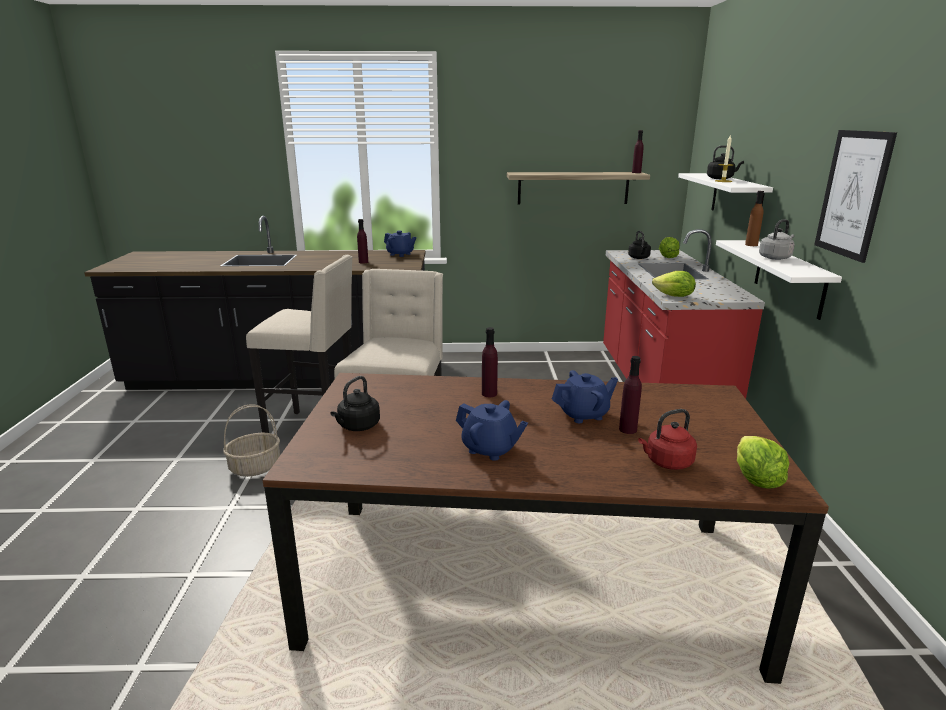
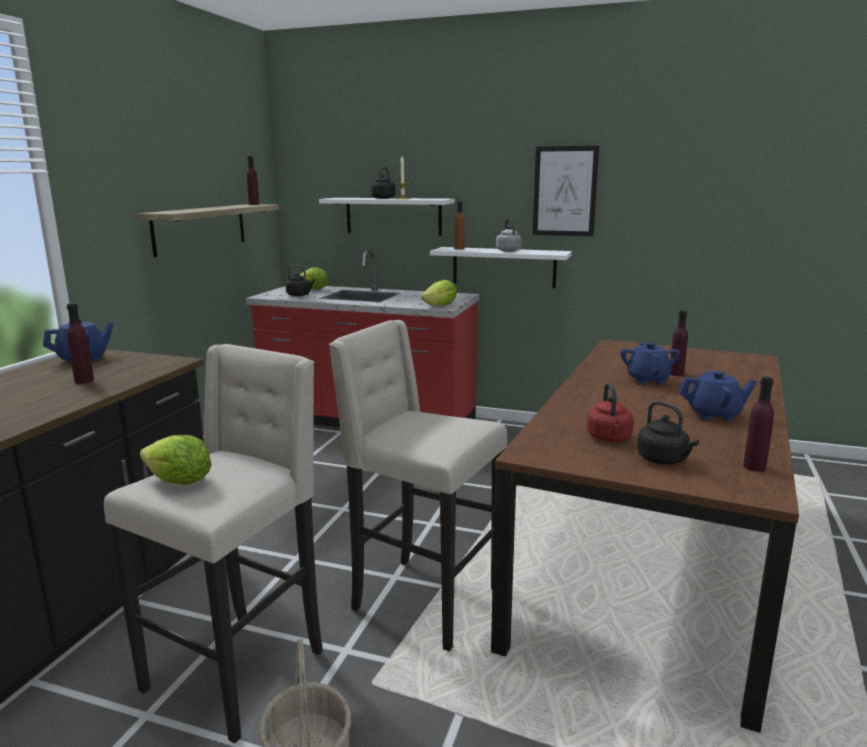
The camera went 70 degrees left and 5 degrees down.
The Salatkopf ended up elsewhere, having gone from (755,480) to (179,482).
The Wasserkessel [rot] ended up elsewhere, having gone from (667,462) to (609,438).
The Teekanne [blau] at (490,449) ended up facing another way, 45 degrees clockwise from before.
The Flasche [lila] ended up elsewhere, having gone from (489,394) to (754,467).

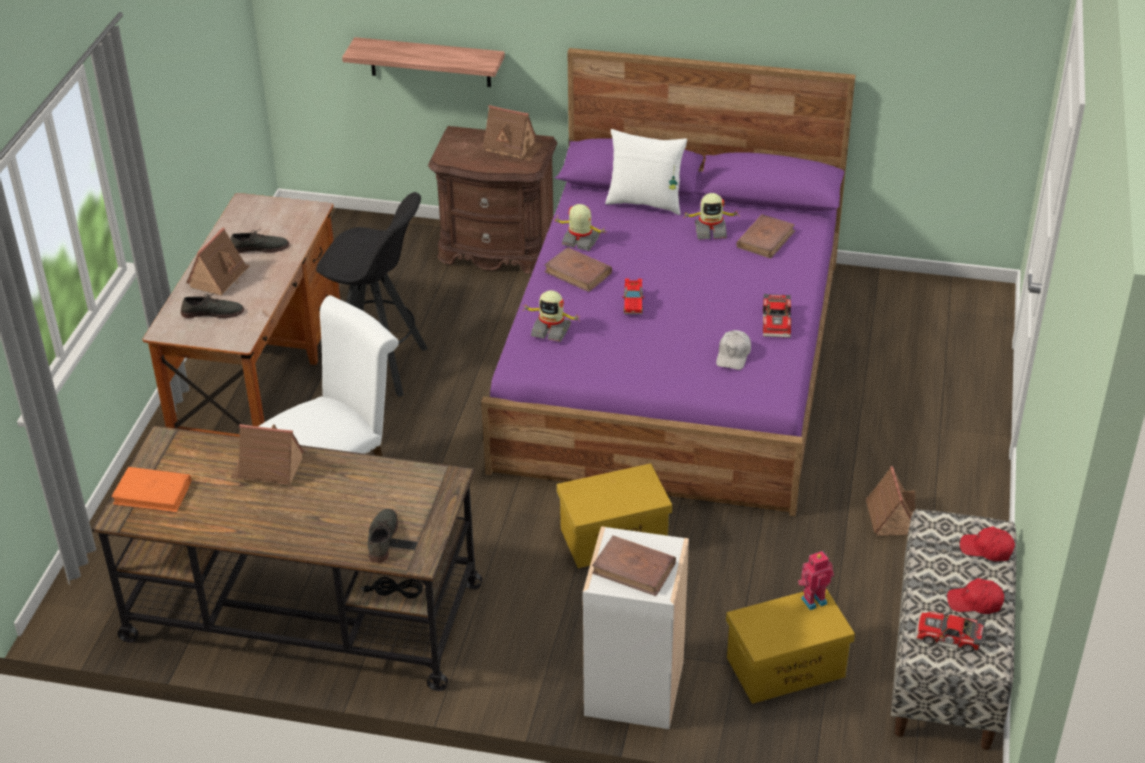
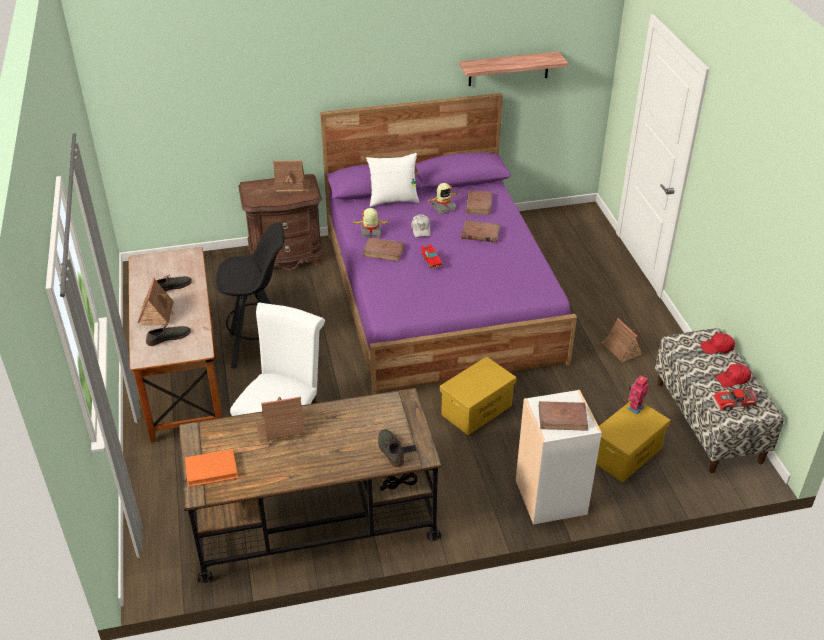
The camera went 25 degrees left and 0 degrees up.
The Kappe [weiß] ended up elsewhere, having gone from (733,355) to (421,229).
The Wandregal ended up elsewhere, having gone from (430,62) to (508,69).
The second view gained the Buch [braun] at (480,233).
The second view lost the Spielzeugroboter at (551,330).
The second view lost the Spielzeugauto at (778,322).

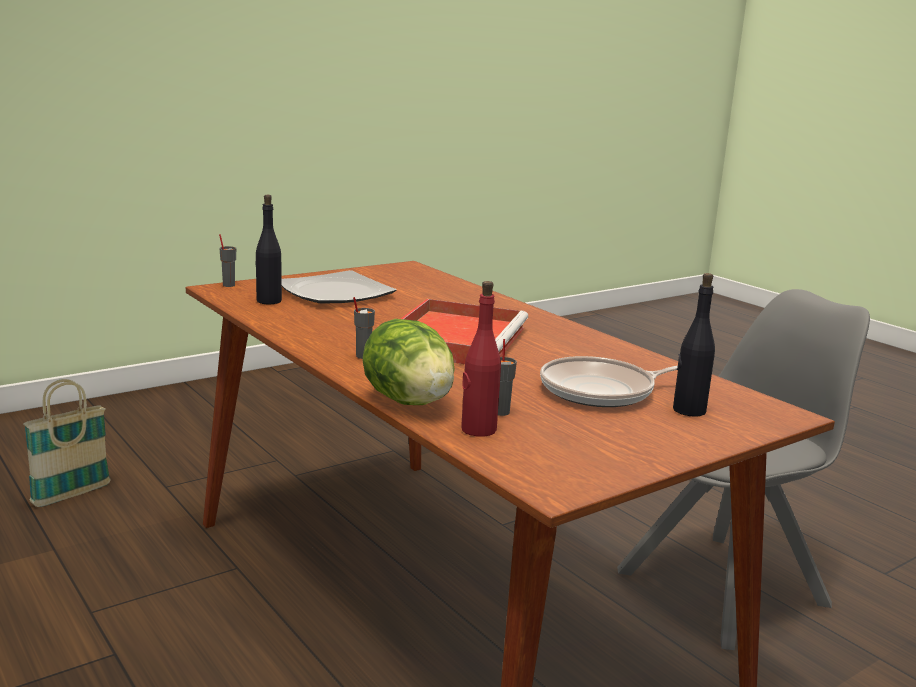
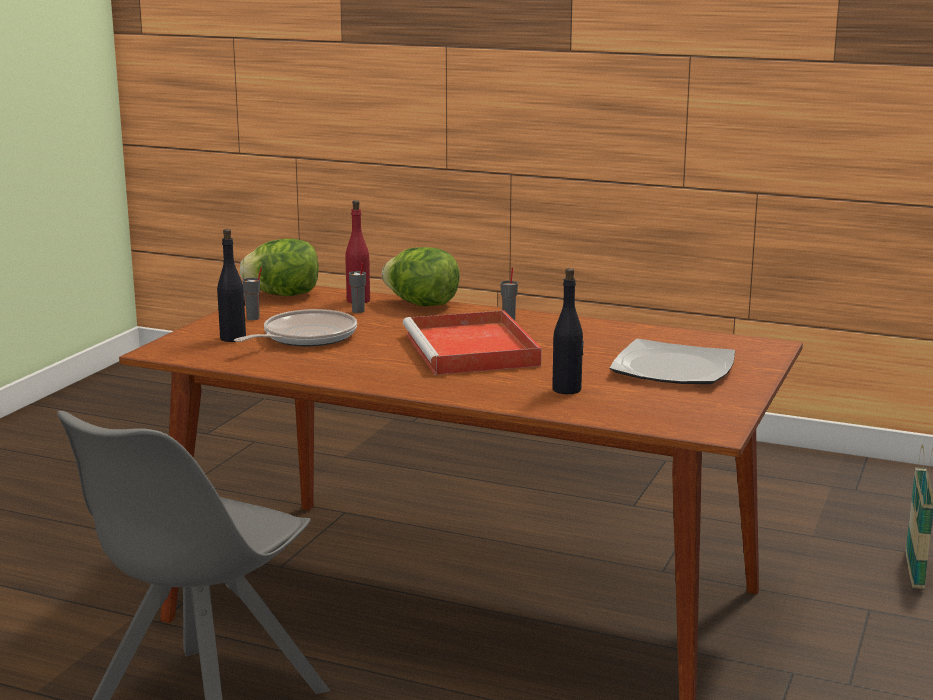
The camera went 150 degrees right and 0 degrees up.
The second view gained the Salatkopf at (283,295).
The Tasse [grau] ended up elsewhere, having gone from (228,285) to (253,318).
The Flasche [schwarz] ended up elsewhere, having gone from (268,301) to (567,389).

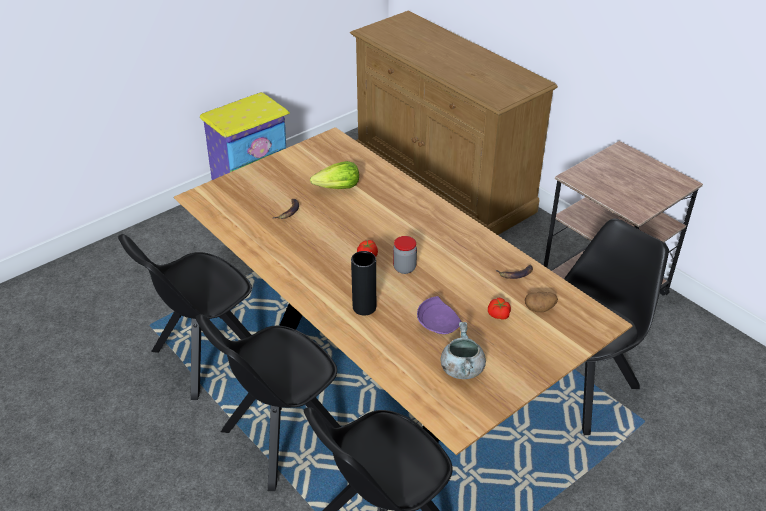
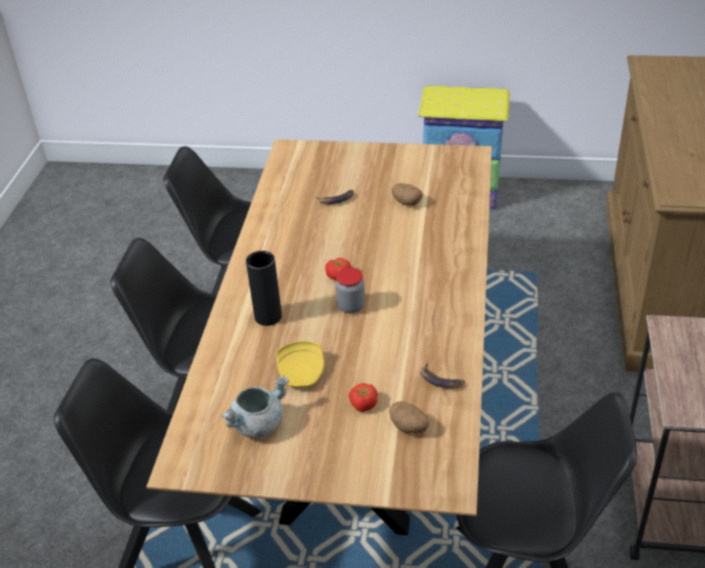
The camera went 50 degrees right and 0 degrees up.
What was the Teller [lila] at (438,323) turned into the Teller [gelb] at (302,373).
Where the Salatkopf stood at (338,188), the Kartoffel came to stand at (406,202).

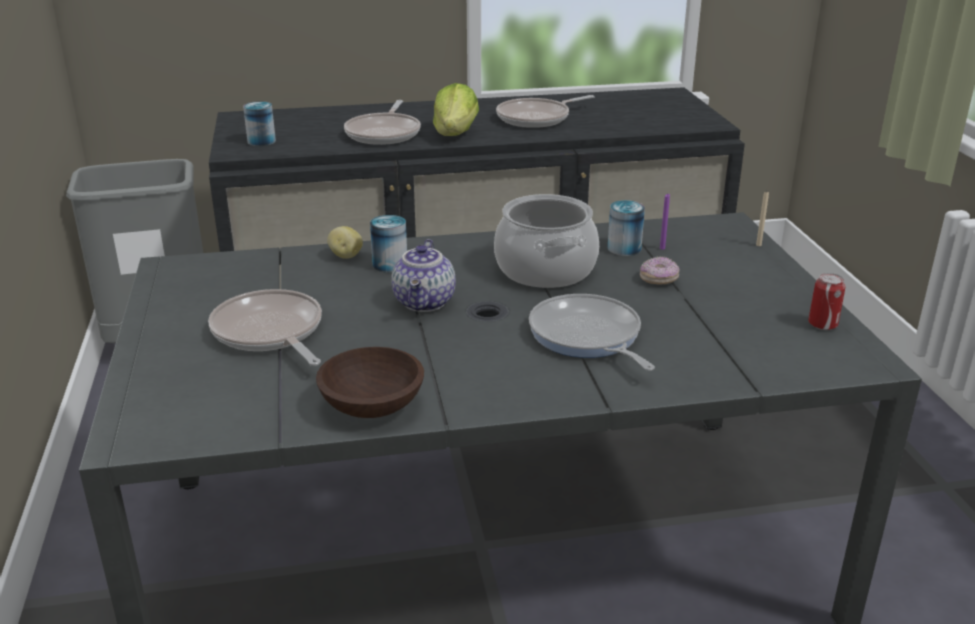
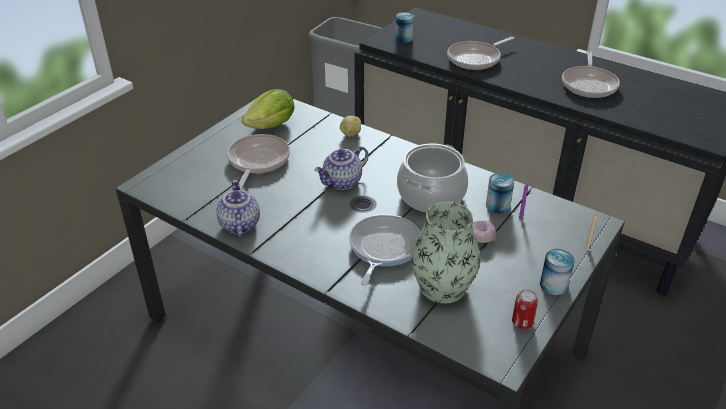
The camera went 45 degrees right and 10 degrees up.
Where the Schüssel [braun] stood at (372,406), the Teekanne came to stand at (238,224).
The Salatkopf ended up elsewhere, having gone from (455,133) to (272,125).
The second view gained the Vase at (442,287).
The Dose ended up elsewhere, having gone from (390,264) to (553,285).
The Pfanne at (537,118) ended up facing another way, 90 degrees counterclockwise from before.

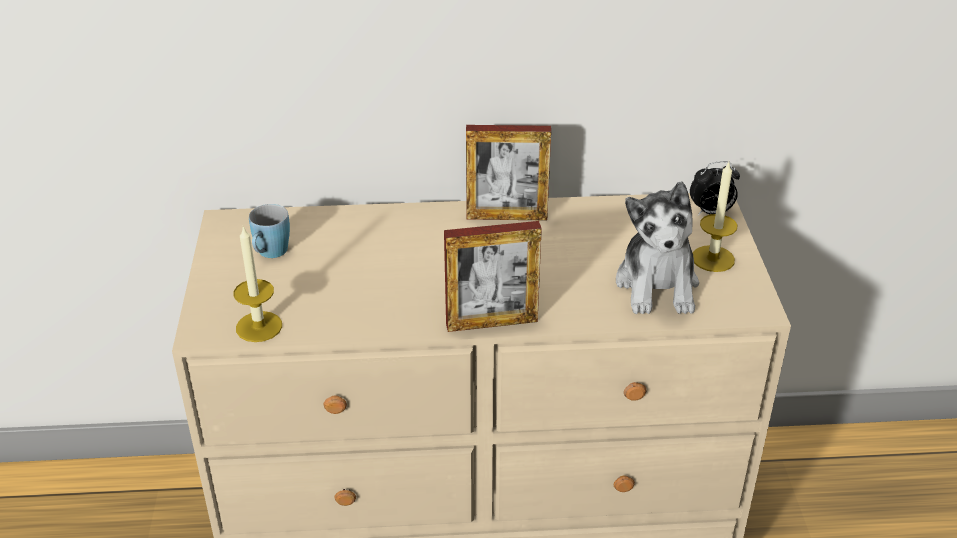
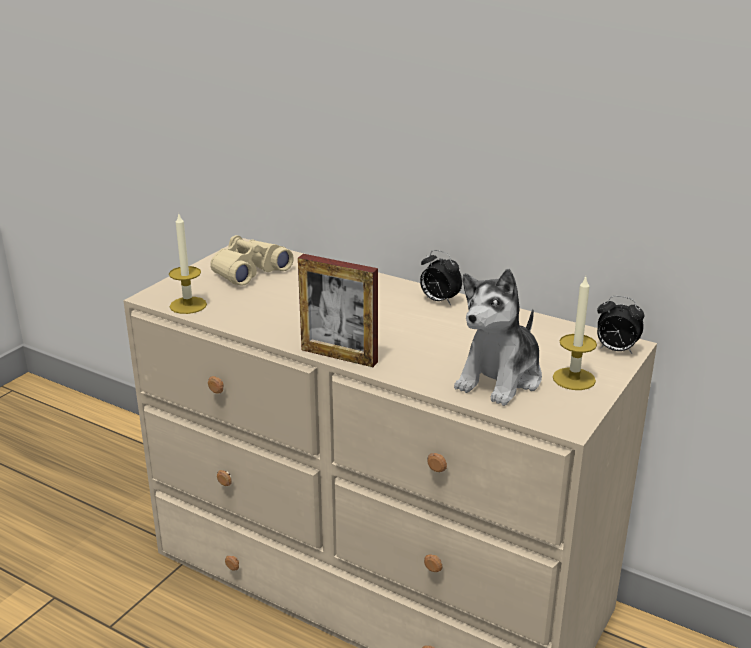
The camera went 35 degrees right and 10 degrees down.
Where the Henkelbecher [blau] stood at (270,254), the Fernglas [beige] came to stand at (248,271).
Where the Bilderrahmen stood at (506,216), the Wecker came to stand at (439,301).

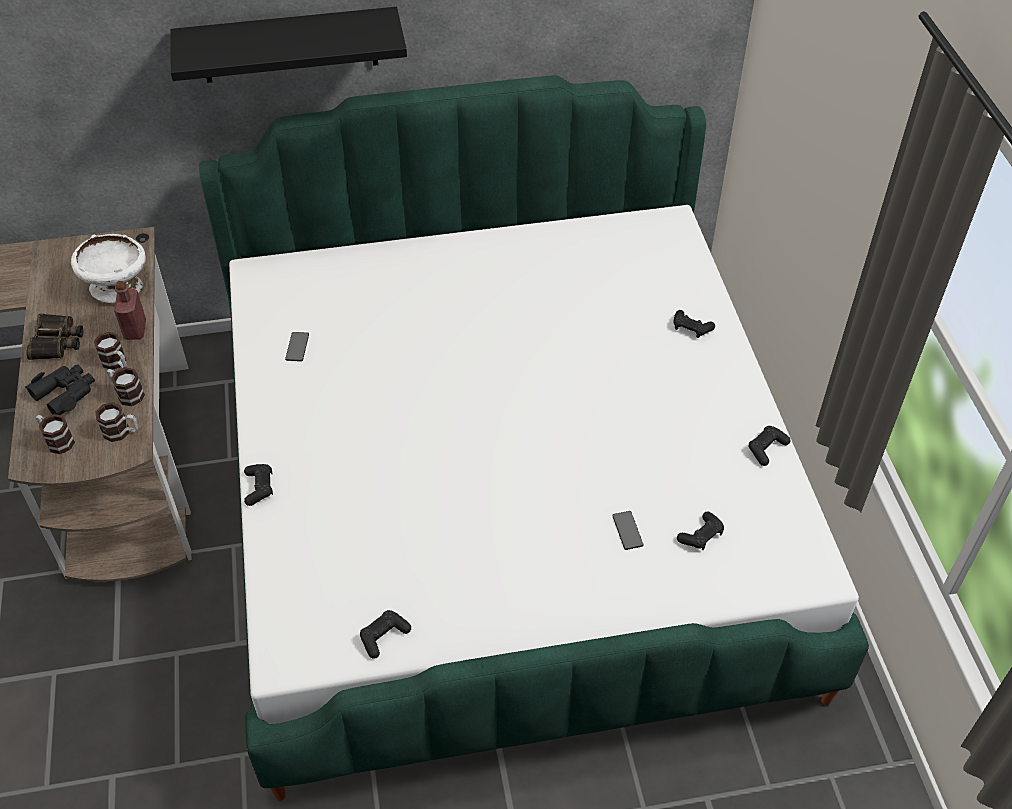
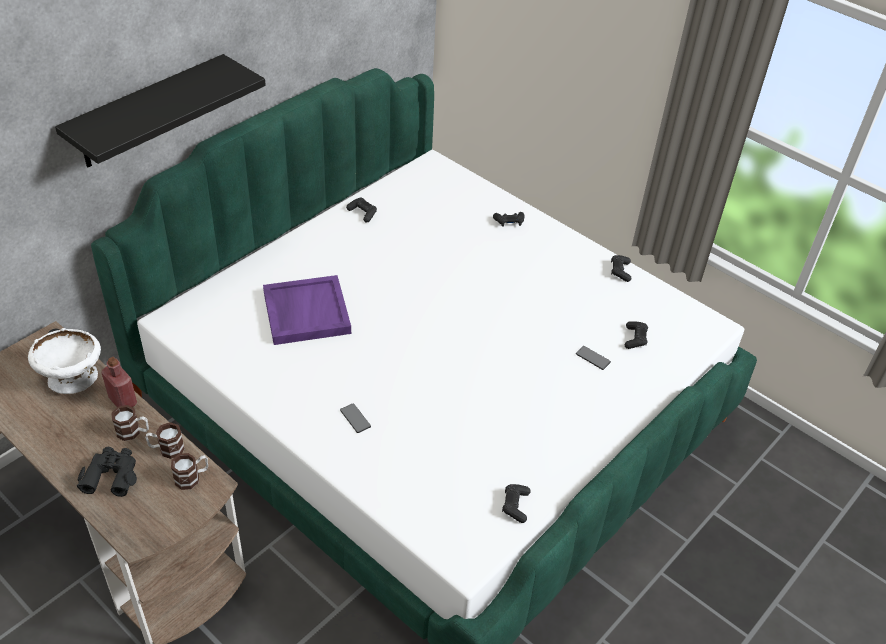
The camera went 40 degrees left and 5 degrees down.
The second view gained the Tablett [lila] at (305,312).
The Handy ended up elsewhere, having gone from (297,347) to (355,418).
The Gamepad [schwarz] ended up elsewhere, having gone from (259,487) to (362,213).
The second view lost the Fernglas at (57,342).
The second view lost the Henkelbecher at (57,441).

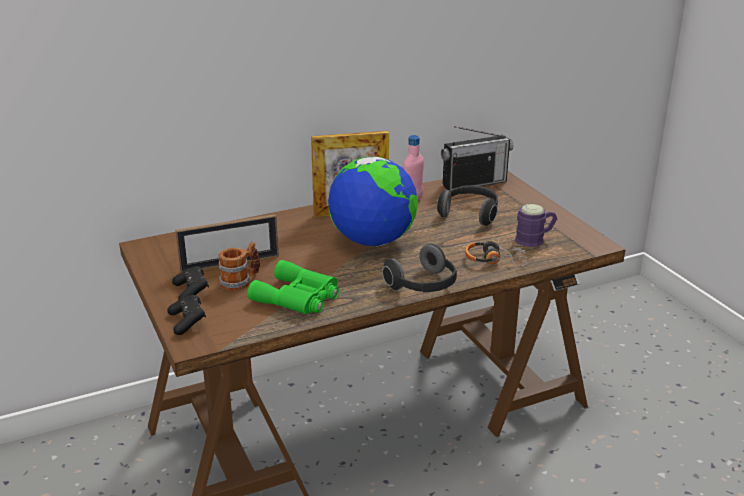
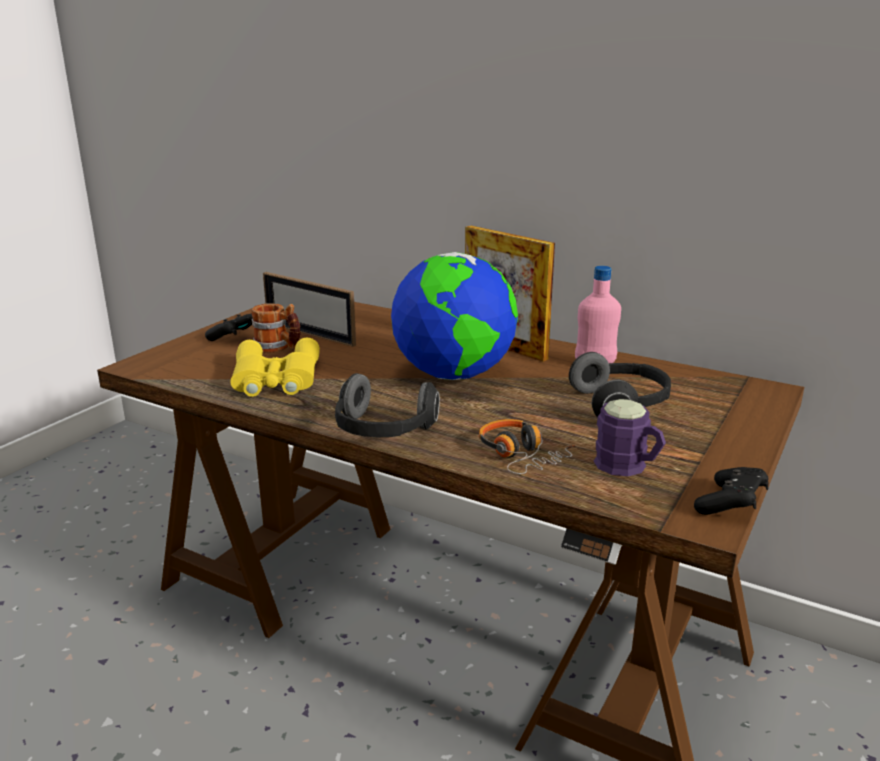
The camera went 55 degrees right and 5 degrees down.
What was the Fernglas [grün] at (298,297) turned into the Fernglas [gelb] at (275,379).
The Gamepad [schwarz] ended up elsewhere, having gone from (187,322) to (731,505).
The second view lost the Radio at (474,183).

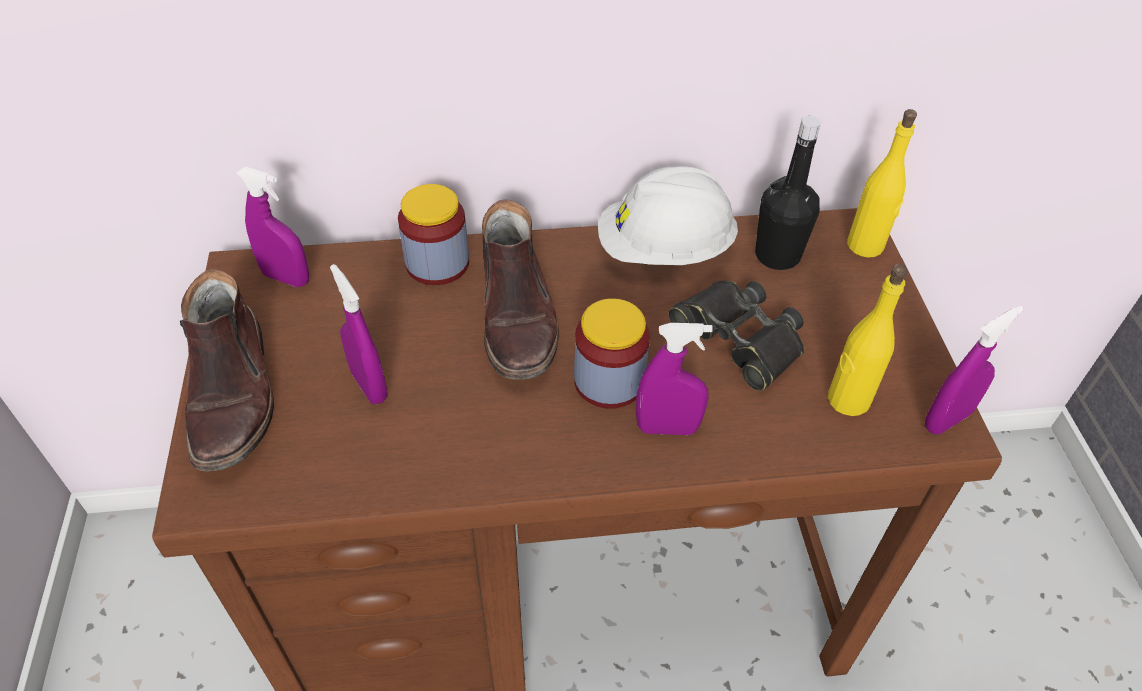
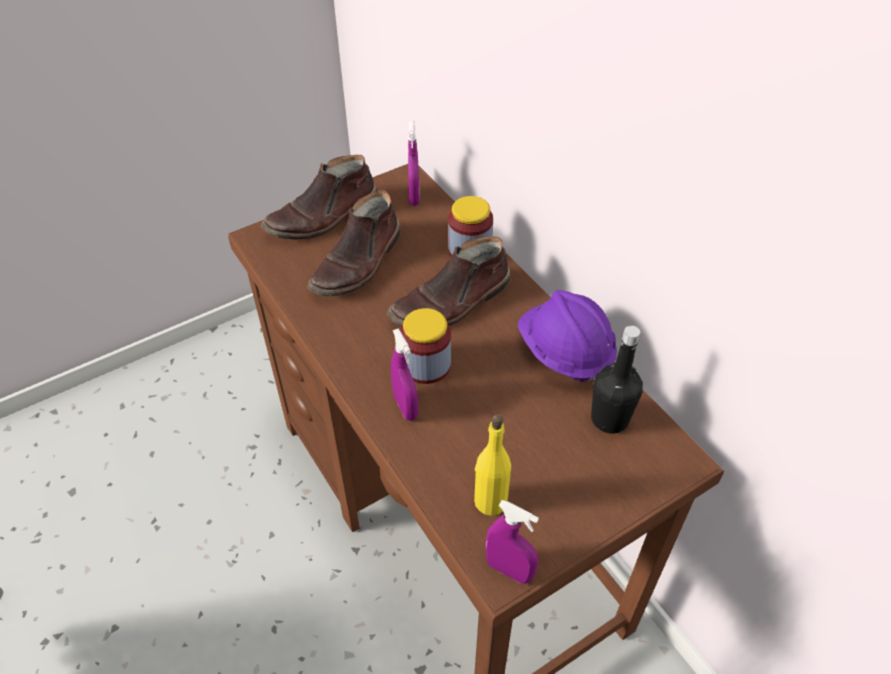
The camera went 65 degrees right and 0 degrees up.
Where the Sprühflasche [lila] stood at (369,386), the Stiefel [braun] came to stand at (358,263).
What was the Schutzhelm [weiß] at (664,250) turned into the Schutzhelm [lila] at (565,353).
The second view lost the Fernglas [schwarz] at (739,338).
The second view lost the Flasche [gelb] at (865,245).

